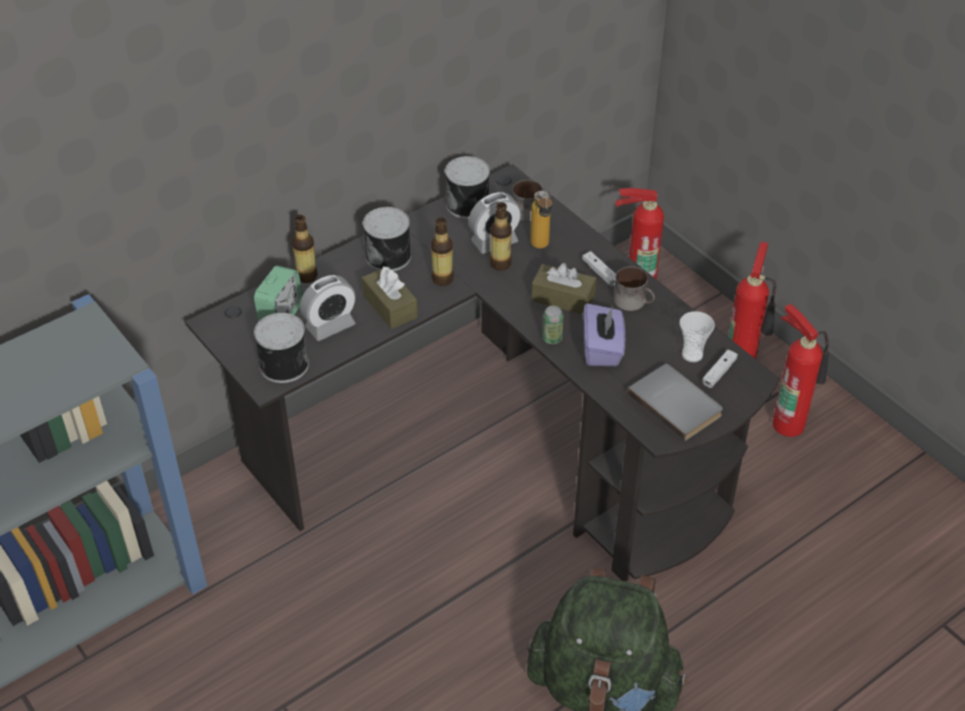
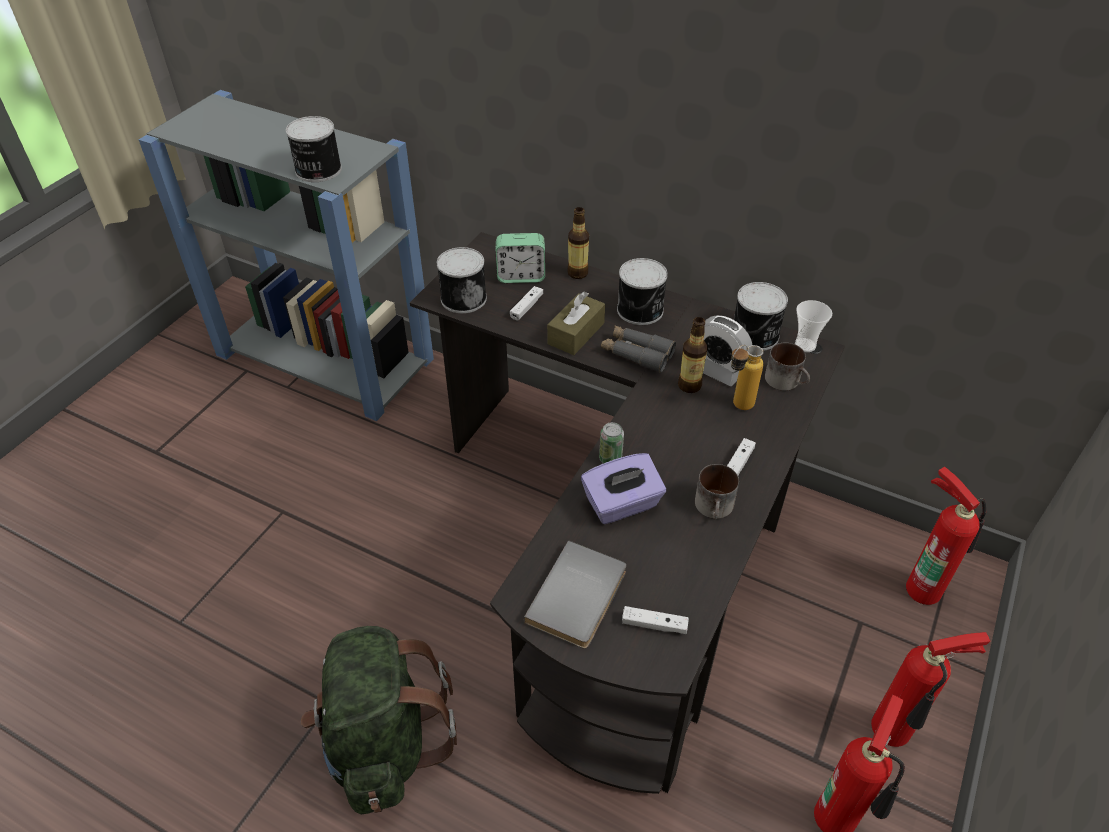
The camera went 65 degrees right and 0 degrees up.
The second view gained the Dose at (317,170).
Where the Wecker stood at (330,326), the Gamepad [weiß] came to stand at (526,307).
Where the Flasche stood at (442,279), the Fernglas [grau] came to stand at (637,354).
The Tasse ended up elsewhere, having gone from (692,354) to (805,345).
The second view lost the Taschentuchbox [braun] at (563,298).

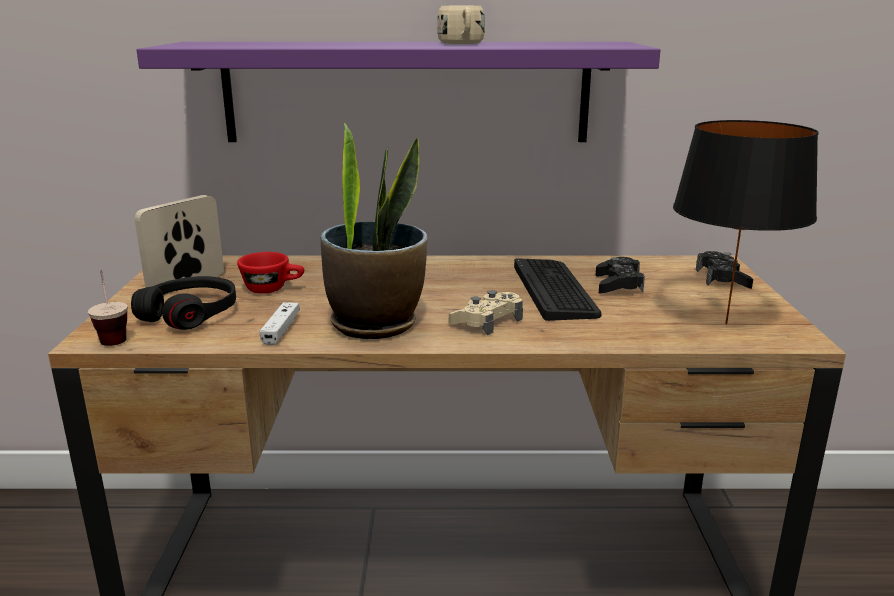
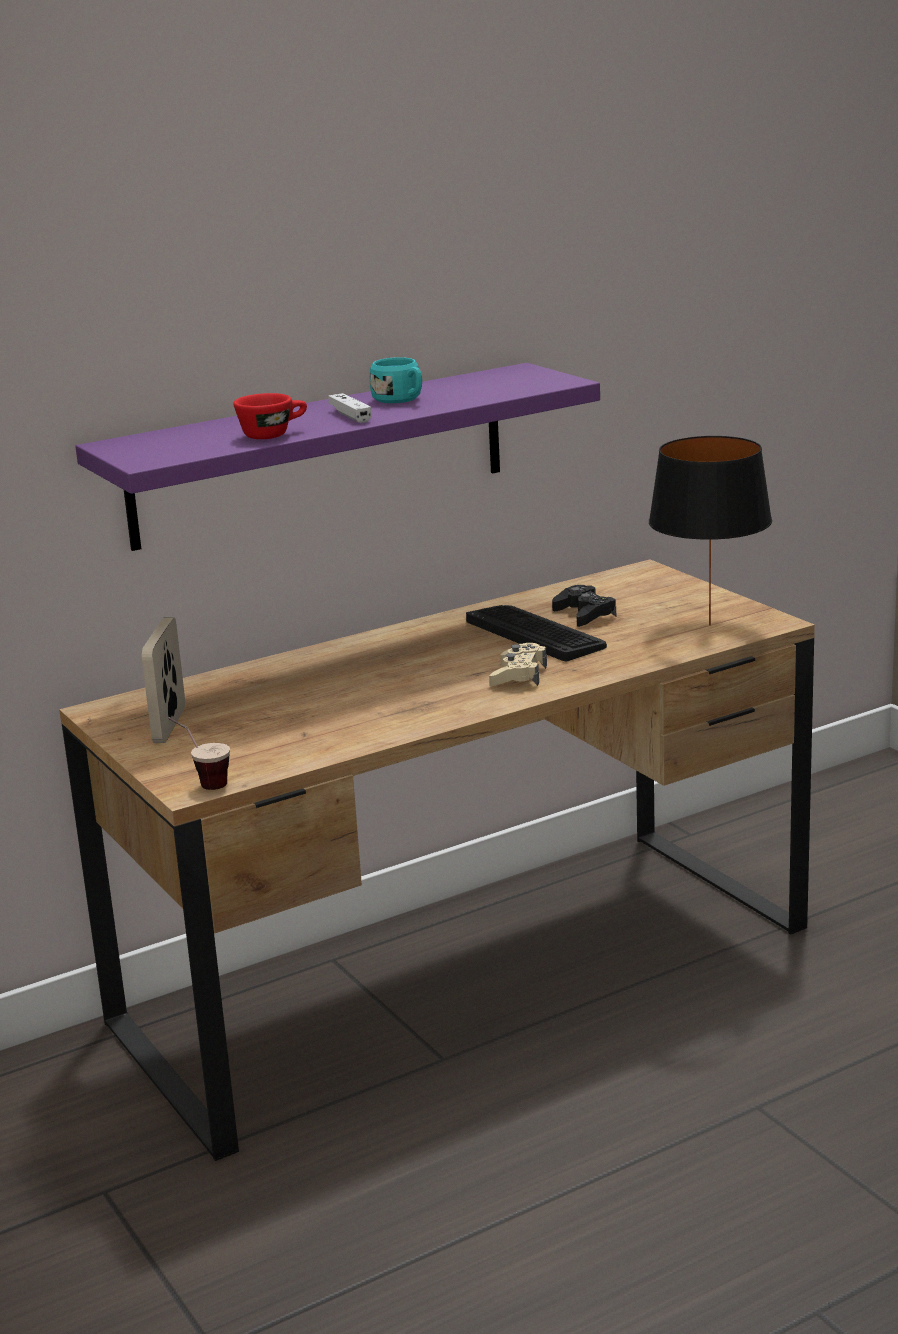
The camera went 30 degrees left and 0 degrees up.
The Tasse [rot] ended up elsewhere, having gone from (273,289) to (273,434).
The Gamepad [weiß] ended up elsewhere, having gone from (281,330) to (350,416).
What was the Henkelbecher [beige] at (462,43) turned into the Henkelbecher [türkis] at (401,400).
The second view lost the Kopfhörer [schwarz] at (190,314).
The second view lost the Topfpflanze at (376,323).
The second view lost the Gamepad [schwarz] at (722,278).

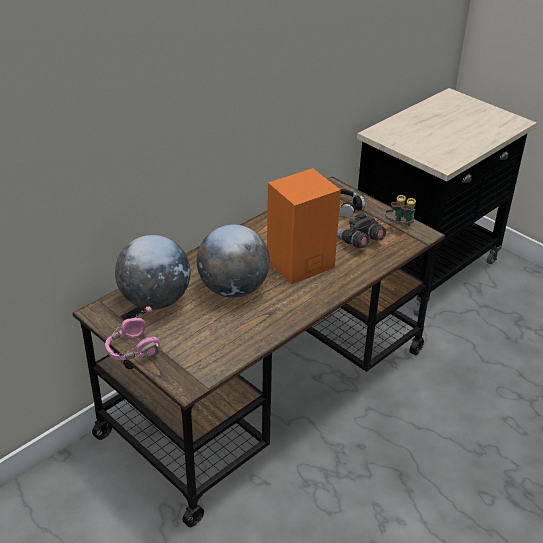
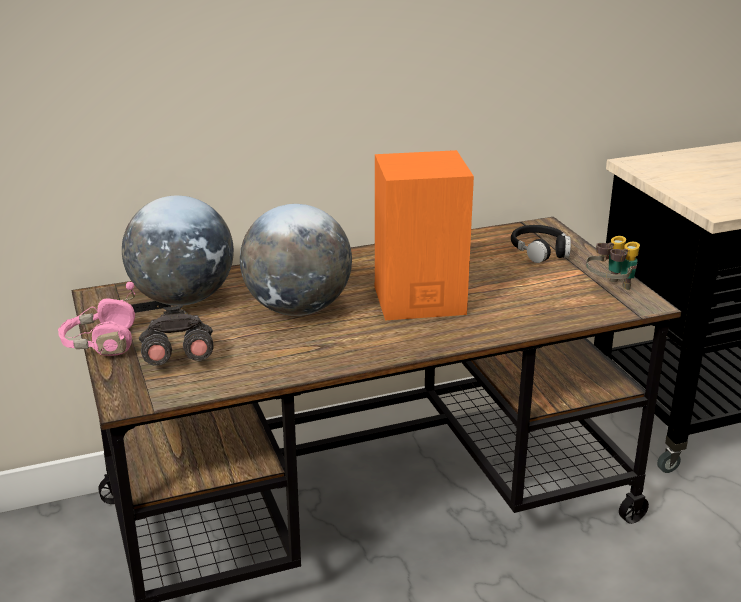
The camera went 25 degrees right and 10 degrees down.
The Fernglas [grau] ended up elsewhere, having gone from (359,242) to (177,360).

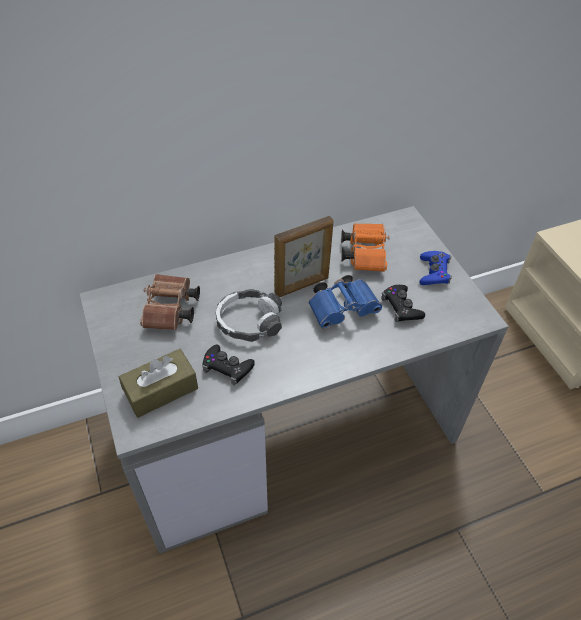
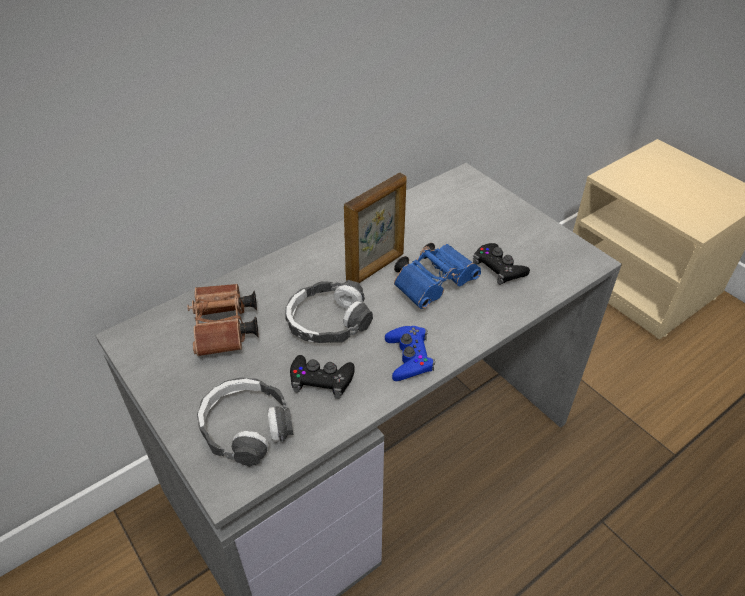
The camera went 15 degrees left and 5 degrees down.
Where the Taschentuchbox [braun] stood at (161,390), the Kopfhörer came to stand at (246,427).
The Gamepad [blau] ended up elsewhere, having gone from (434,272) to (409,357).
The second view lost the Fernglas [orange] at (364,253).

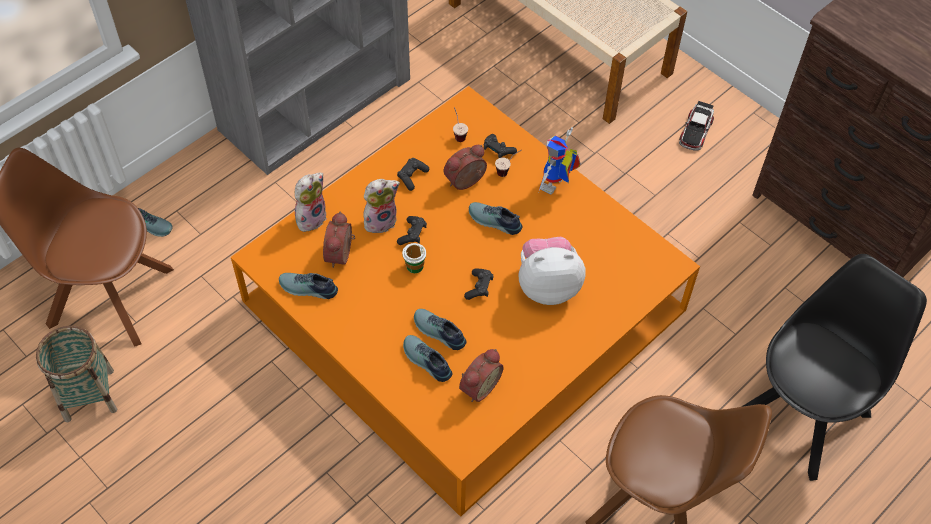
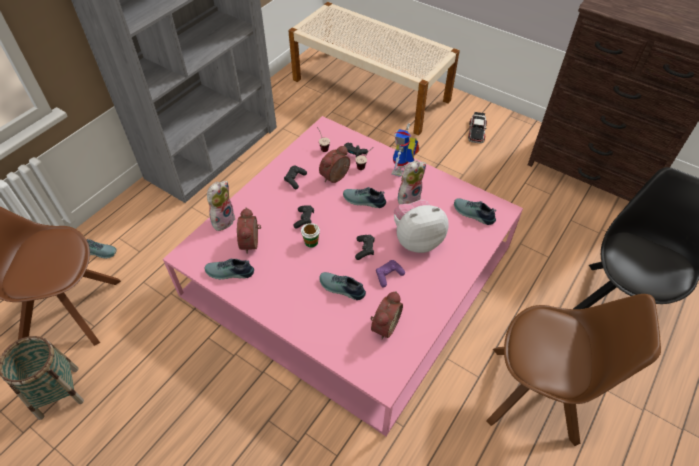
The camera went 10 degrees left and 5 degrees down.
What was the Couchtisch [orange] at (464,307) turned into the Couchtisch [rosa] at (349,271).
The second view gained the Gamepad [lila] at (388,275).
The Plüschtier ended up elsewhere, having gone from (380,220) to (408,197).
The Schuh ended up elsewhere, having gone from (426,361) to (473,214).

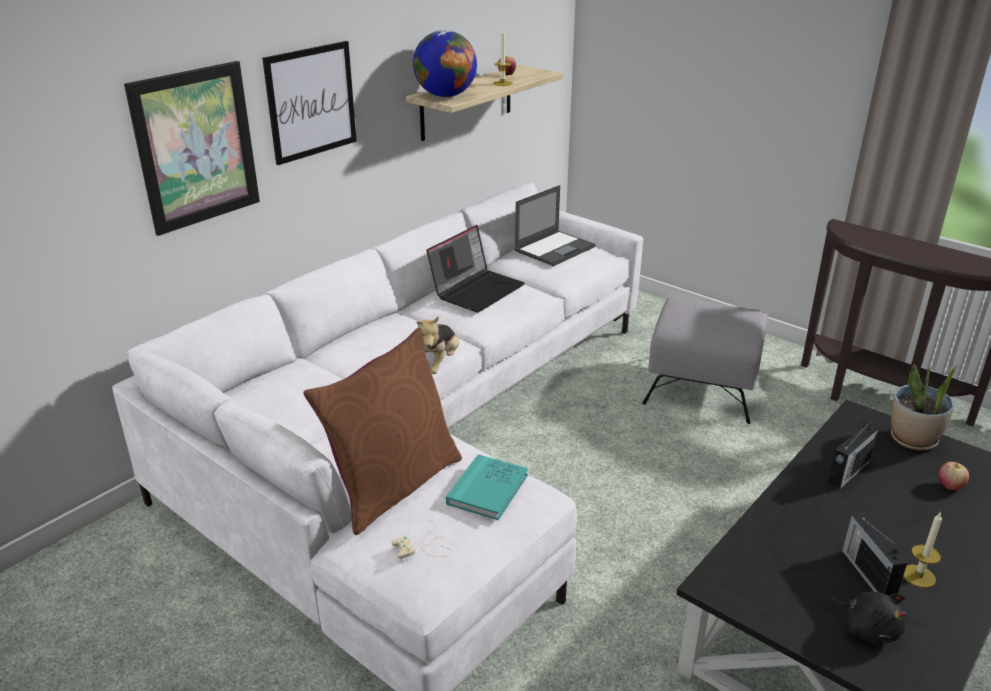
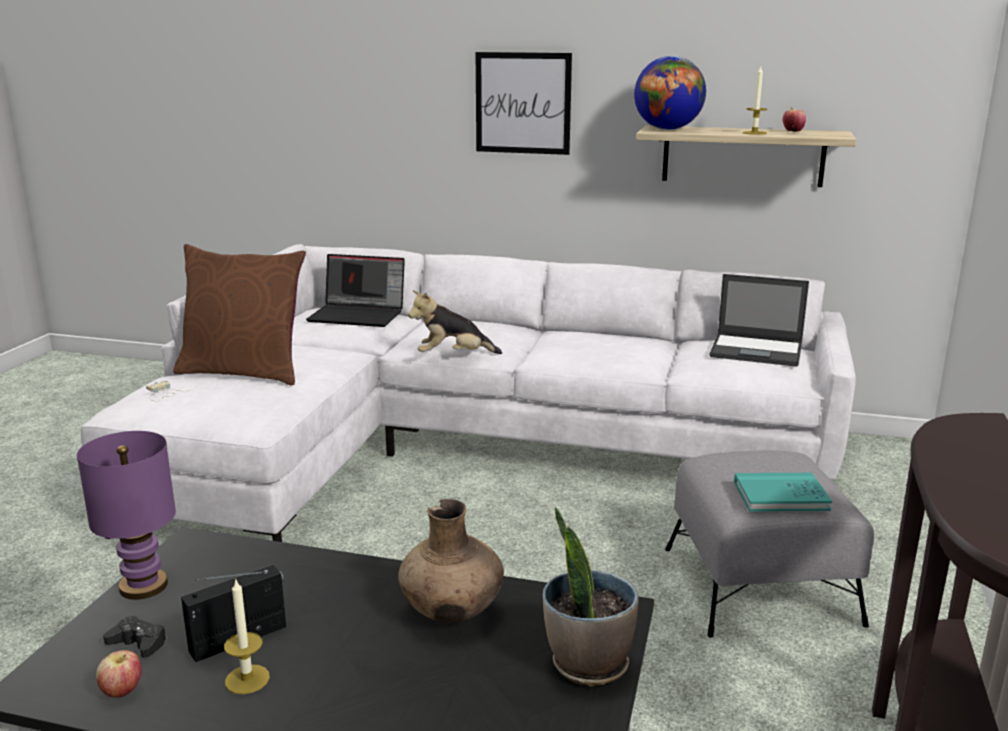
The camera went 65 degrees right and 10 degrees down.
The second view gained the Tischlampe [lila] at (142,586).
The Apfel ended up elsewhere, having gone from (950,486) to (122,691).
Where the Plüschtier [schwarz] stood at (867,628), the Gamepad [schwarz] came to stand at (138,643).
The Laptop ended up elsewhere, having gone from (477,290) to (359,315).
Where the Radio stood at (847,473), the Vase [braun] came to stand at (452,611).
The Buch [türkis] ended up elsewhere, having gone from (487,489) to (781,496).
The second view lost the Bild at (196,147).

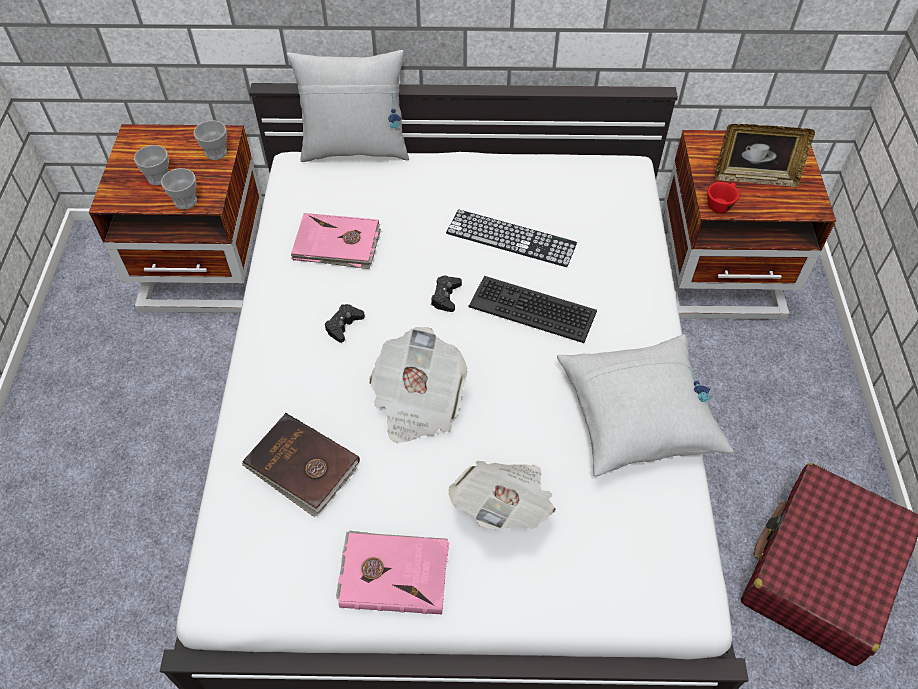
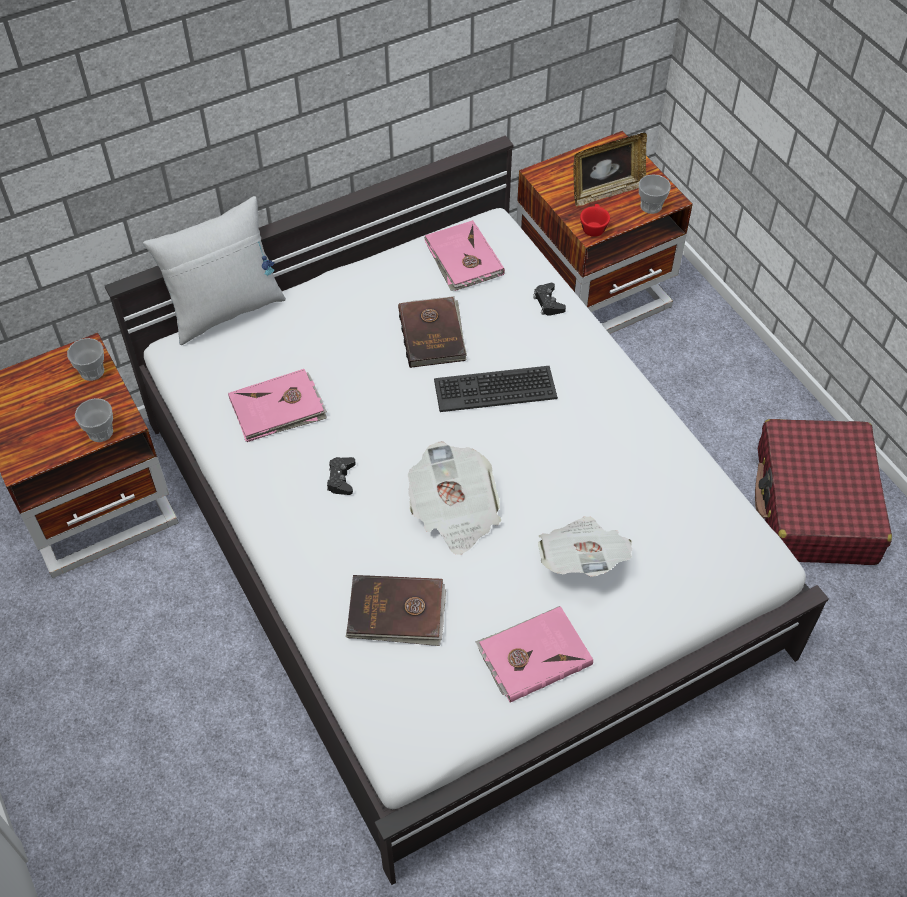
The camera went 30 degrees left and 0 degrees up.
Where the Tastatur stood at (511,238), the Buch [braun] came to stand at (433,334).
The second view gained the Buch [rosa] at (463,259).
The Gamepad [schwarz] ended up elsewhere, having gone from (445,296) to (548,303).
The Tasse ended up elsewhere, having gone from (158,177) to (651,206).
The second view lost the Kissen [grau] at (637,417).

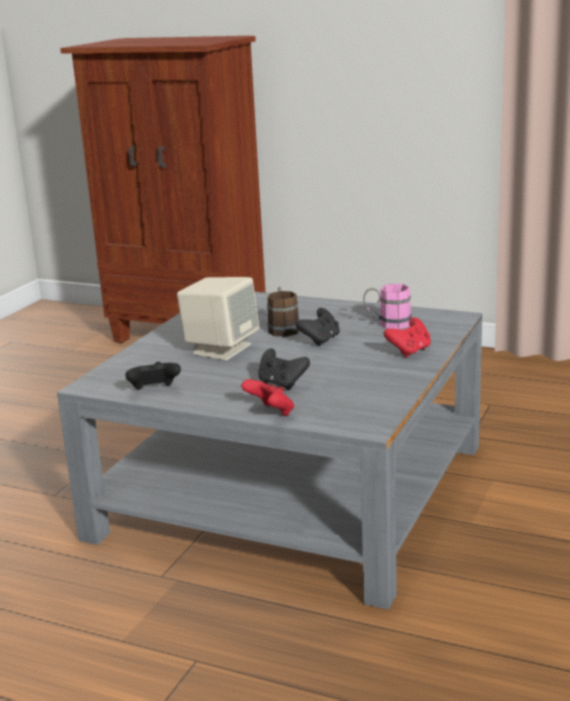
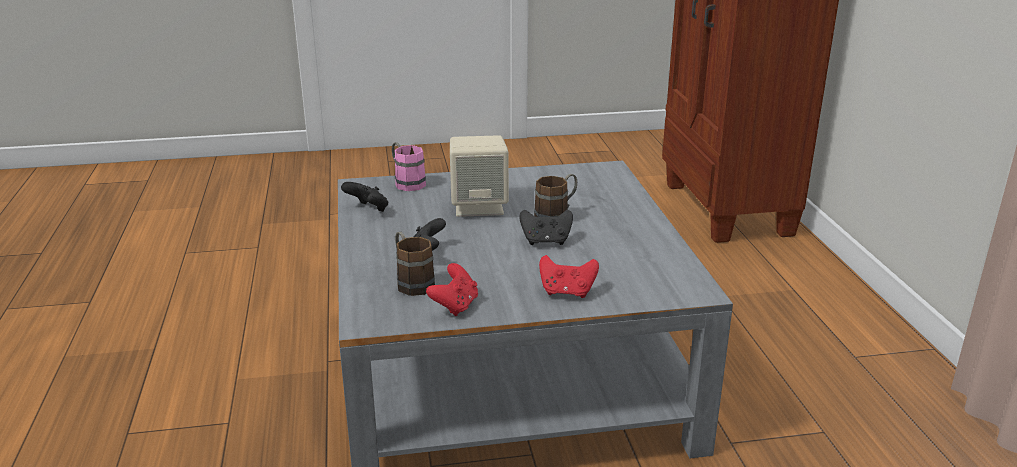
The camera went 55 degrees right and 5 degrees up.
The Henkelbecher [rosa] ended up elsewhere, having gone from (387,324) to (406,182).
The second view gained the Henkelbecher [braun] at (411,282).
The Gamepad [rot] ended up elsewhere, having gone from (271,413) to (455,306).

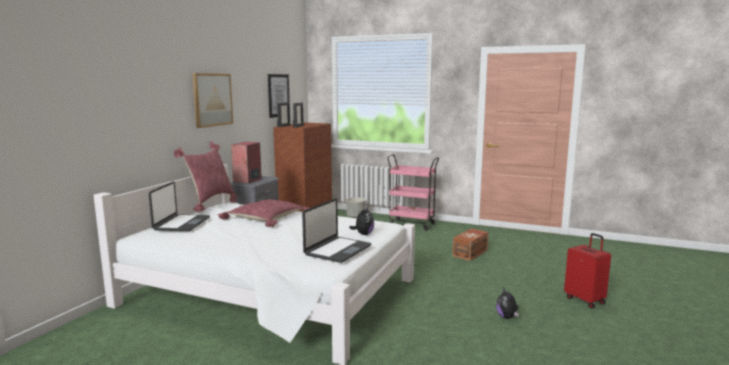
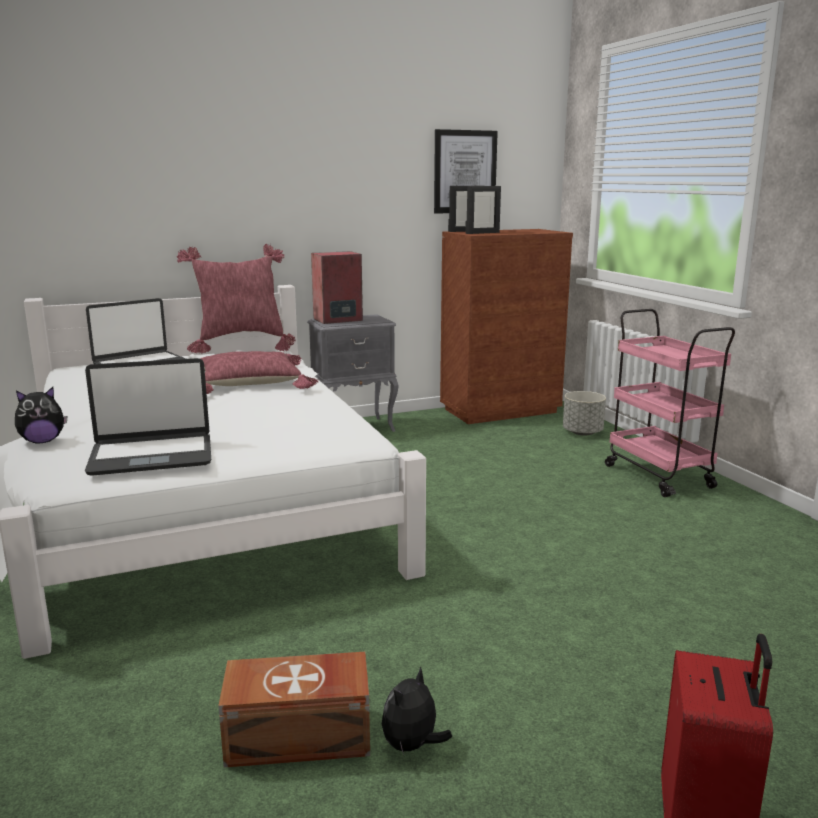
The camera went 45 degrees right and 5 degrees up.
The Plüschtier ended up elsewhere, having gone from (363,234) to (42,441).
The Aufbewahrungsbox [braun] ended up elsewhere, having gone from (471,253) to (300,737).
The second view lost the Bild at (212,99).

